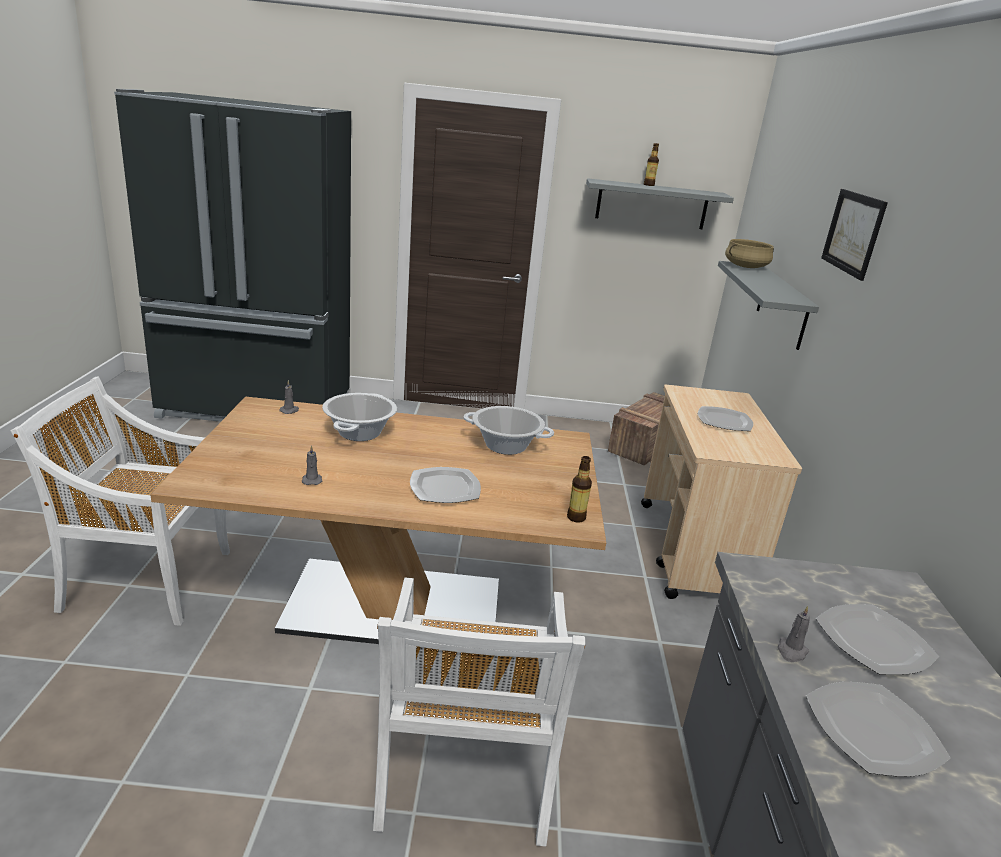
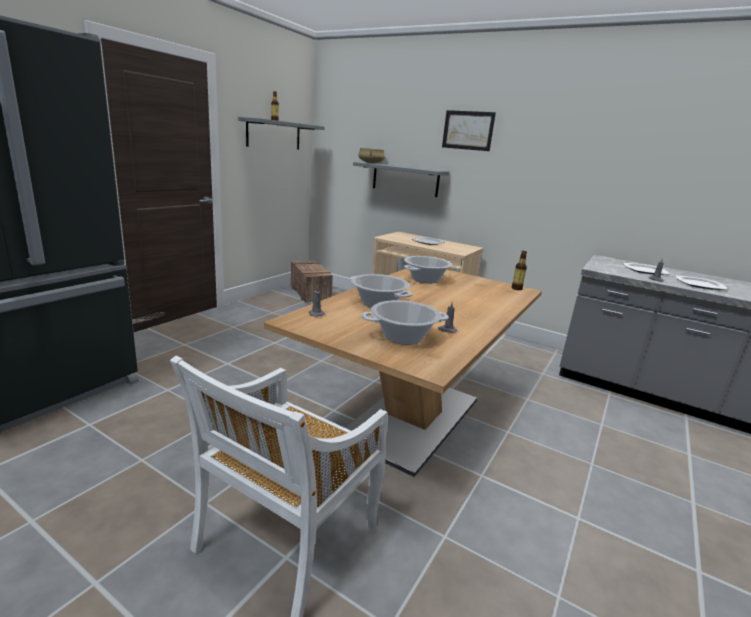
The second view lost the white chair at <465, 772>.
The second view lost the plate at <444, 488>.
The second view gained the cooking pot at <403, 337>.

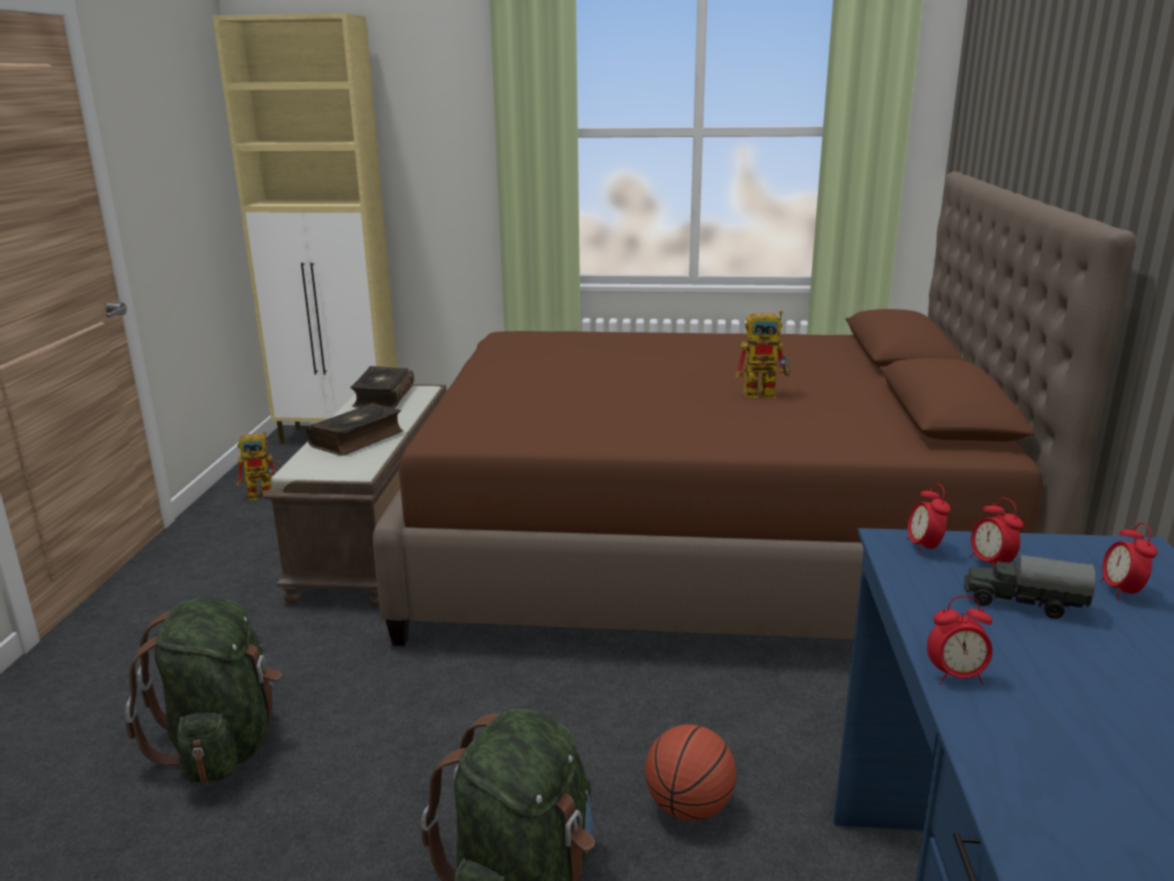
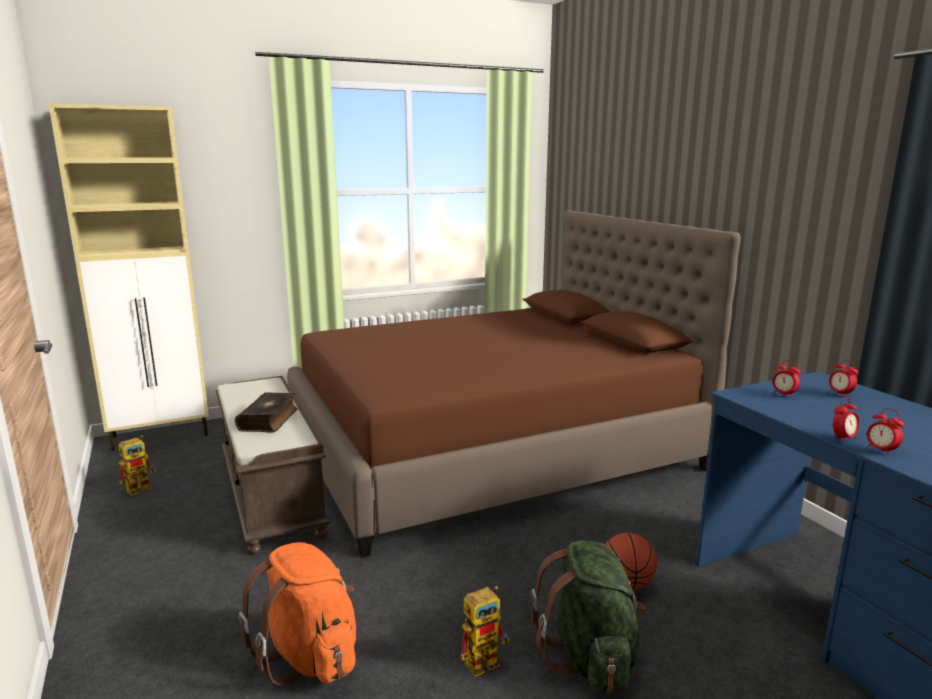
The second view lost the book at <382, 397>.
The second view lost the toy truck at <1022, 603>.
The toy robot ended up elsewhere, having gone from <766, 393> to <486, 659>.
The alarm clock ended up elsewhere, having gone from <923, 547> to <880, 451>.
What was the green backpack at <223, 744> turned into the orange backpack at <310, 656>.

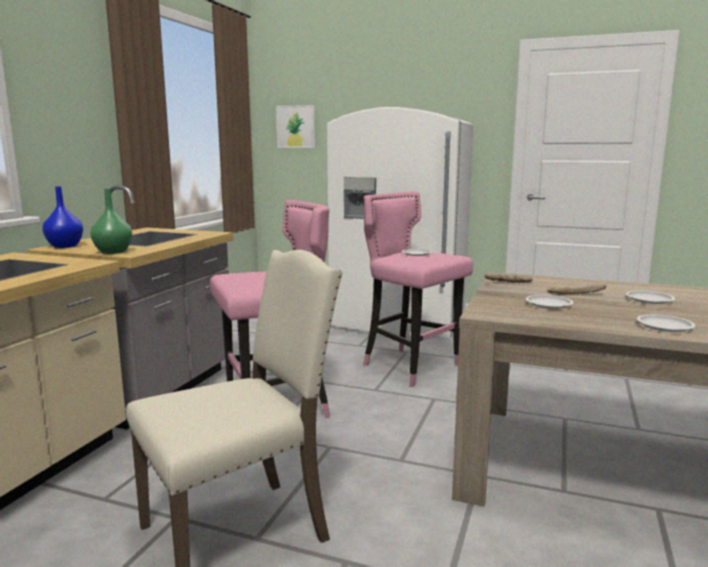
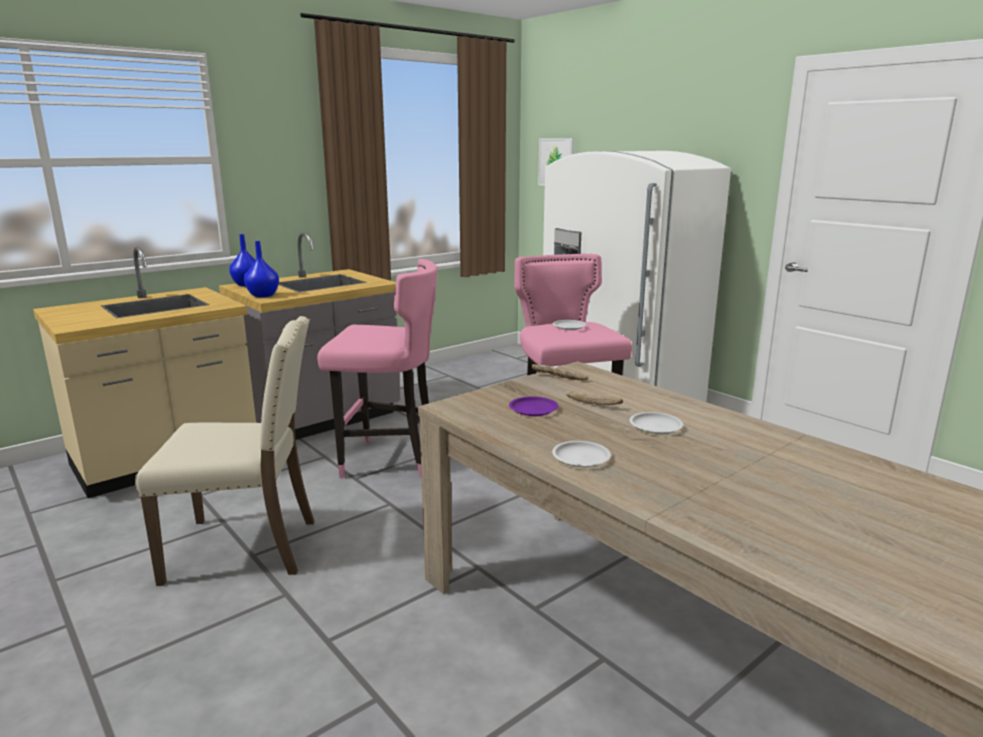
What was the green vase at <114, 252> turned into the blue vase at <264, 295>.
What was the white plate at <548, 304> turned into the purple plate at <533, 409>.

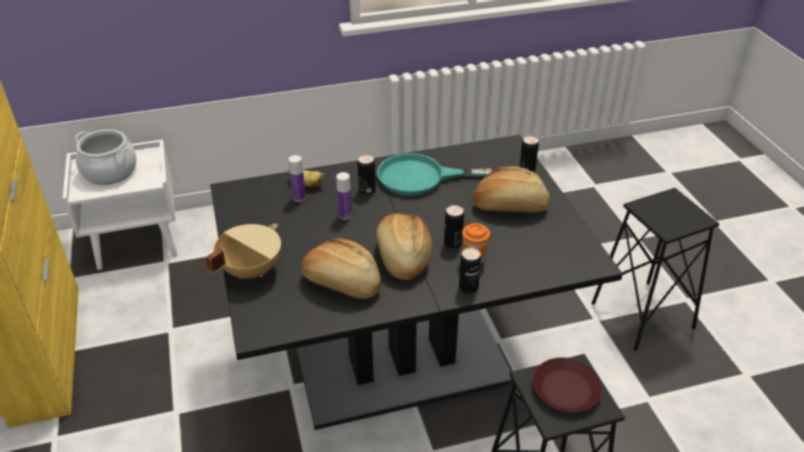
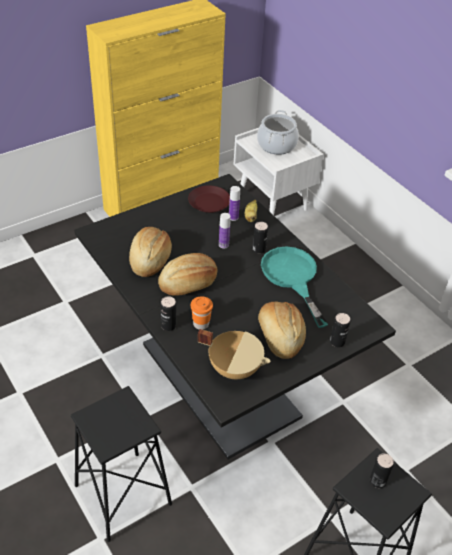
The beige cooking pot ended up elsewhere, having gone from <250, 270> to <234, 368>.
The can ended up elsewhere, having gone from <453, 243> to <377, 481>.
The brown plate ended up elsewhere, having gone from <565, 390> to <208, 203>.

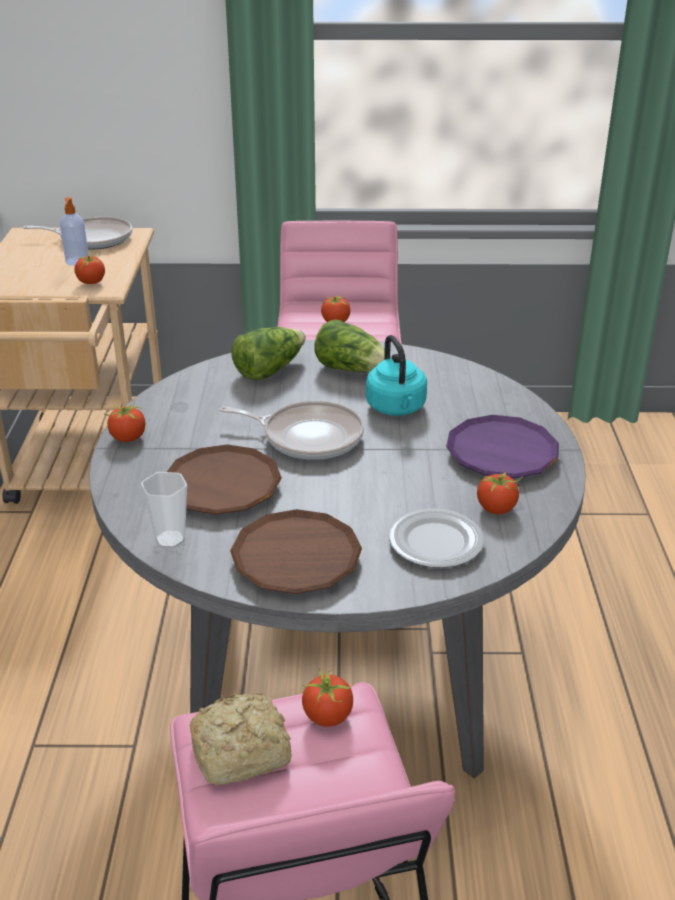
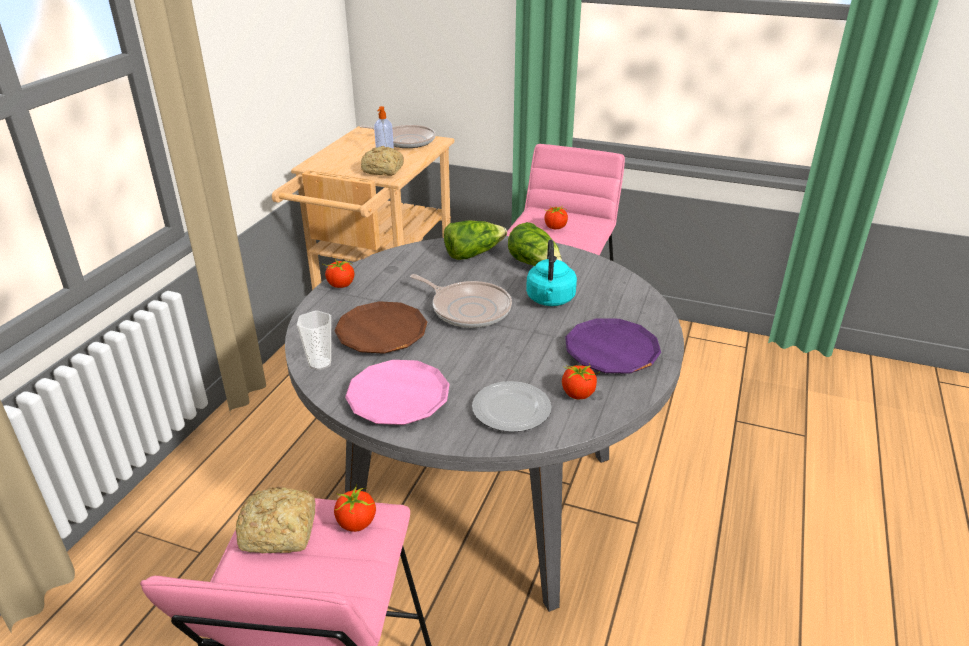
Where the tomato stood at <91, 282>, the bread came to stand at <384, 170>.
What was the brown plate at <296, 559> turned into the pink plate at <398, 398>.

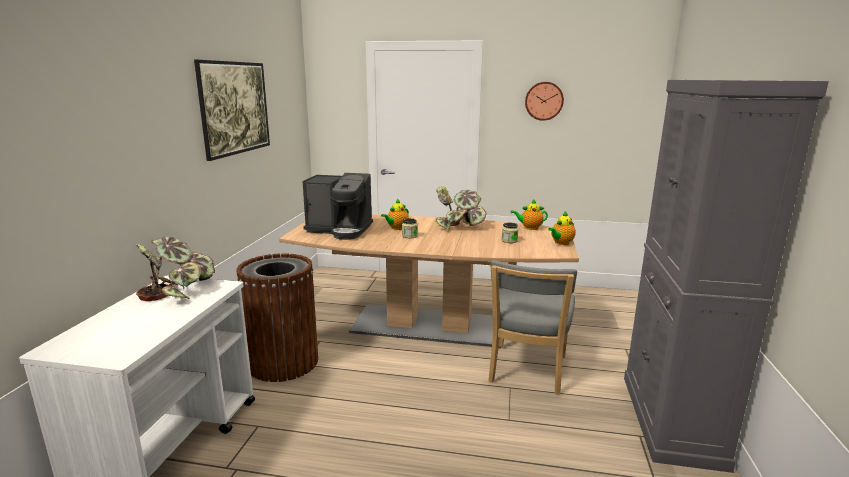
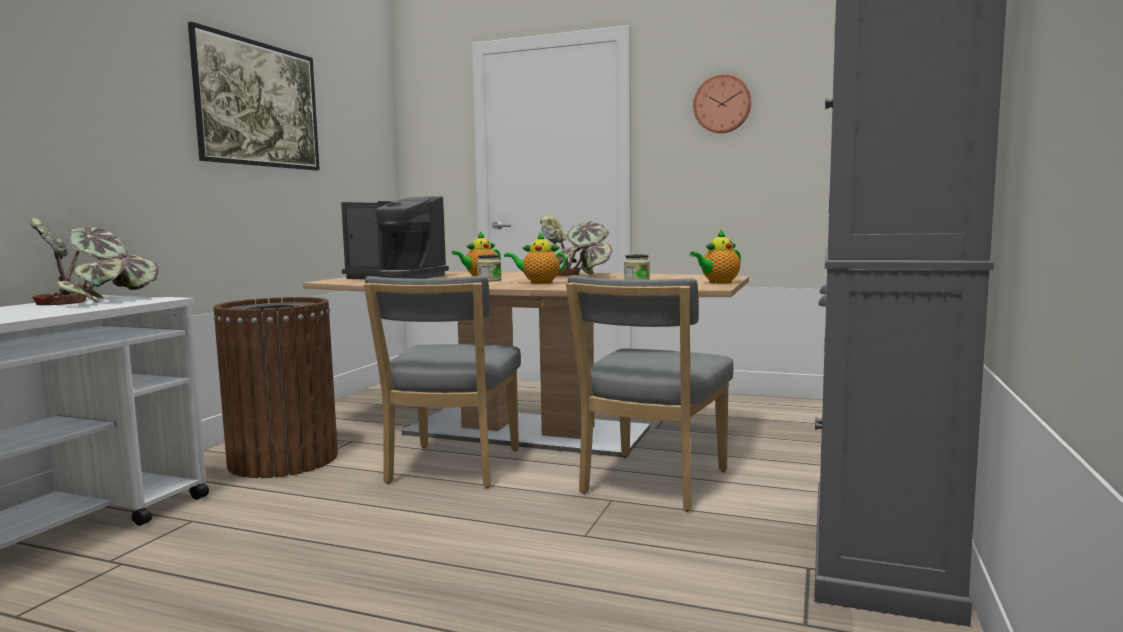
The second view gained the grey chair at <451, 468>.
The teapot ended up elsewhere, having gone from <529, 228> to <538, 283>.

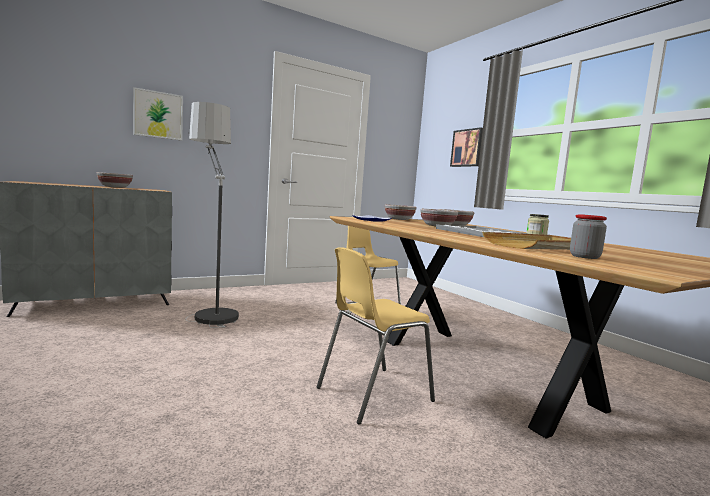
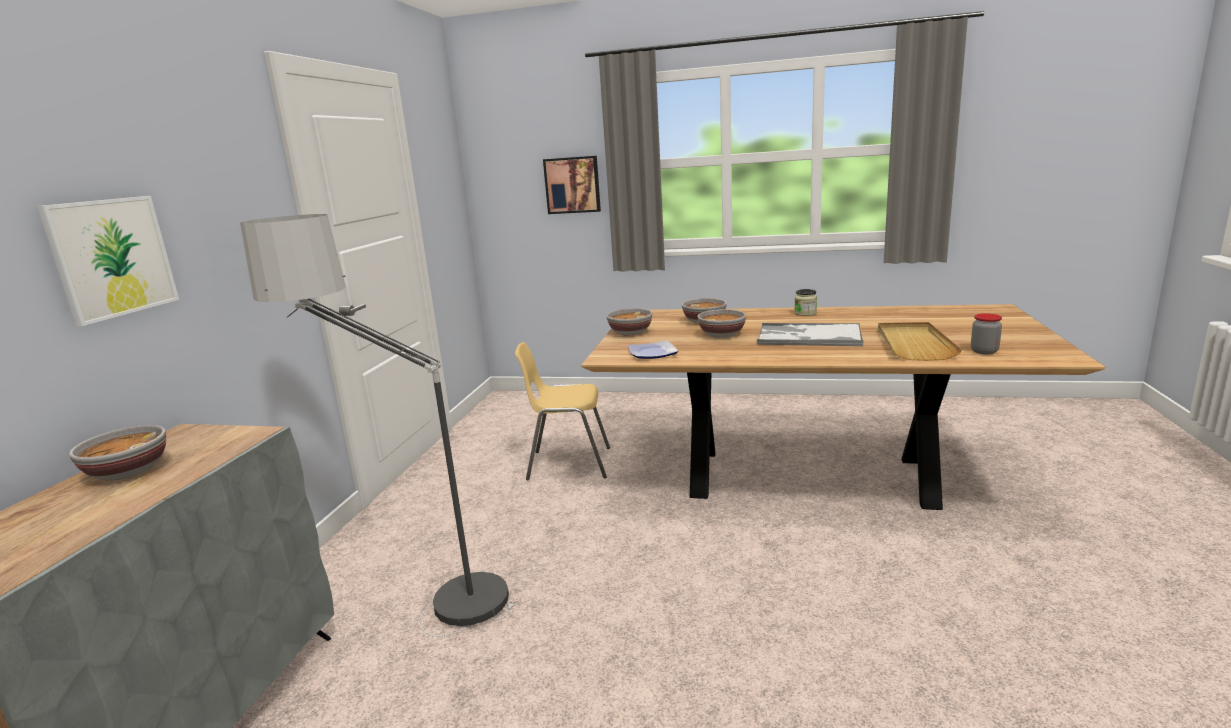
The second view lost the yellow chair at <372, 394>.

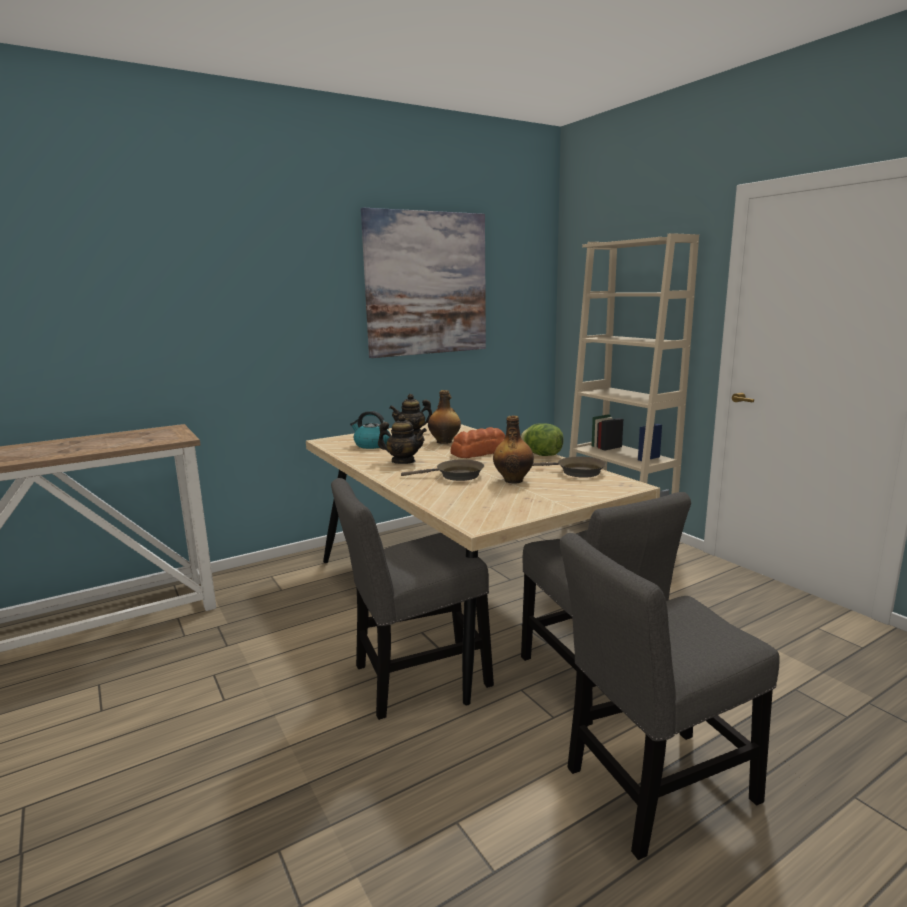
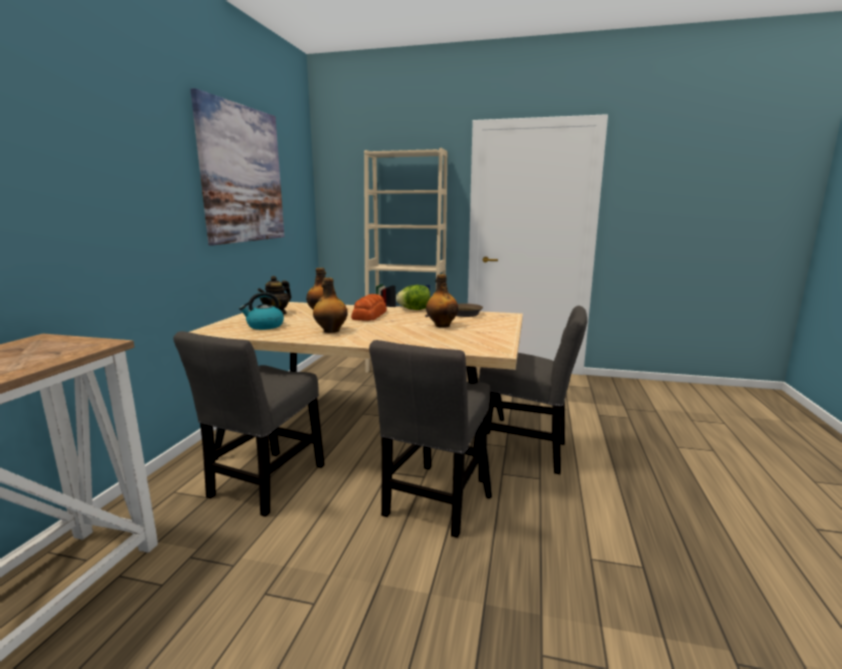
The second view lost the brown frying pan at <455, 476>.
The grey chair ended up elsewhere, having gone from <654, 789> to <265, 484>.
Where the teapot stood at <403, 461>, the bottle came to stand at <331, 331>.

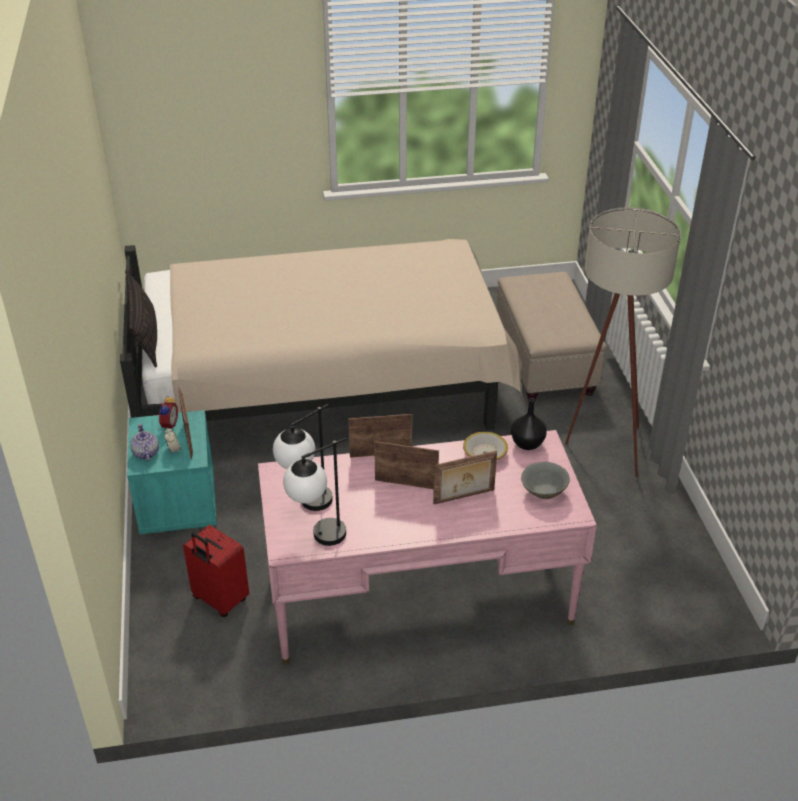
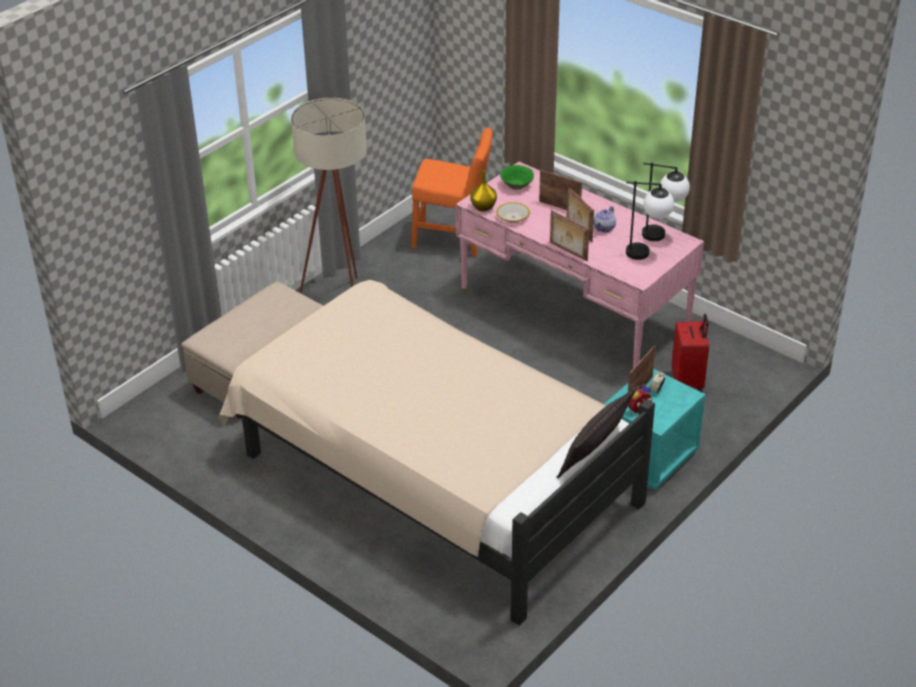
The second view gained the orange chair at <453, 239>.
The teapot ended up elsewhere, having gone from <145, 453> to <604, 228>.
What was the black vase at <527, 443> turned into the yellow vase at <483, 207>.
What was the grey bowl at <543, 491> turned into the green bowl at <516, 185>.

